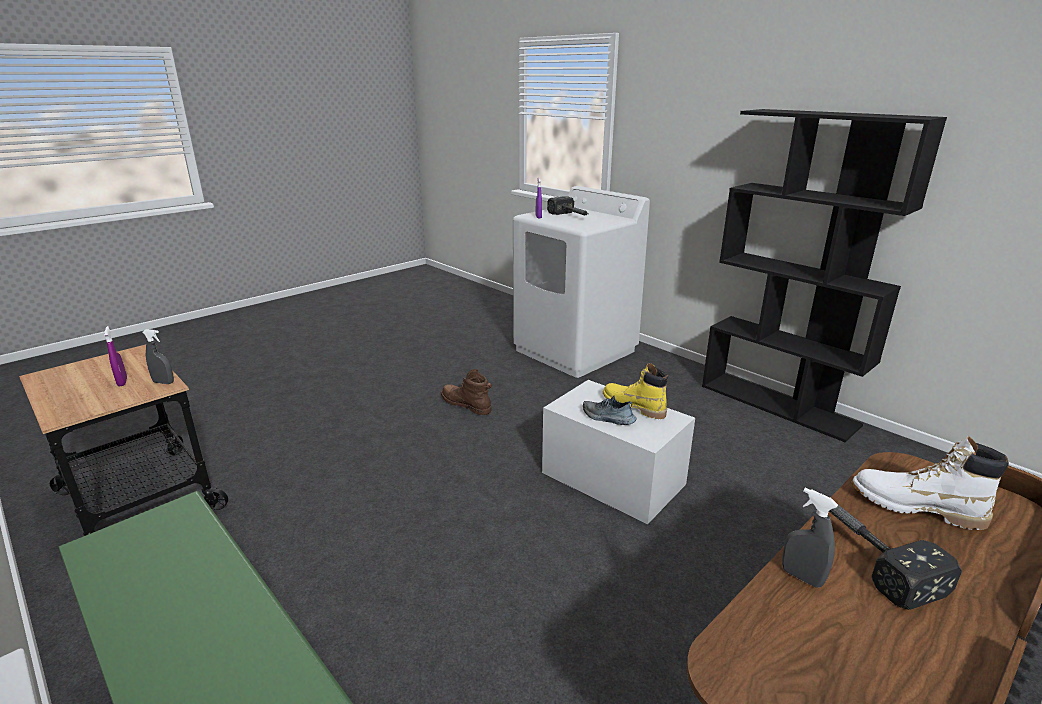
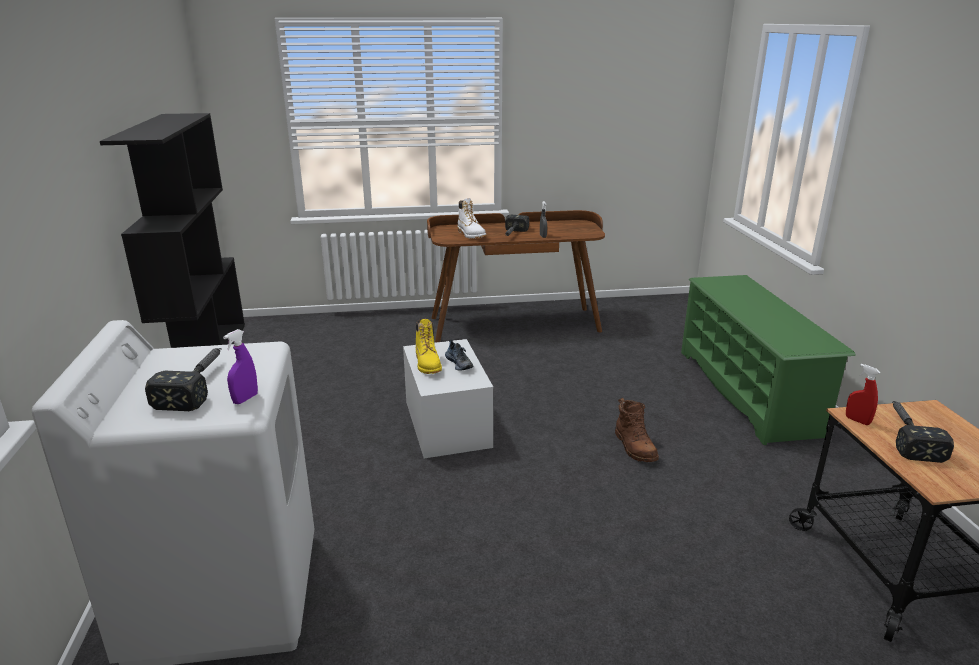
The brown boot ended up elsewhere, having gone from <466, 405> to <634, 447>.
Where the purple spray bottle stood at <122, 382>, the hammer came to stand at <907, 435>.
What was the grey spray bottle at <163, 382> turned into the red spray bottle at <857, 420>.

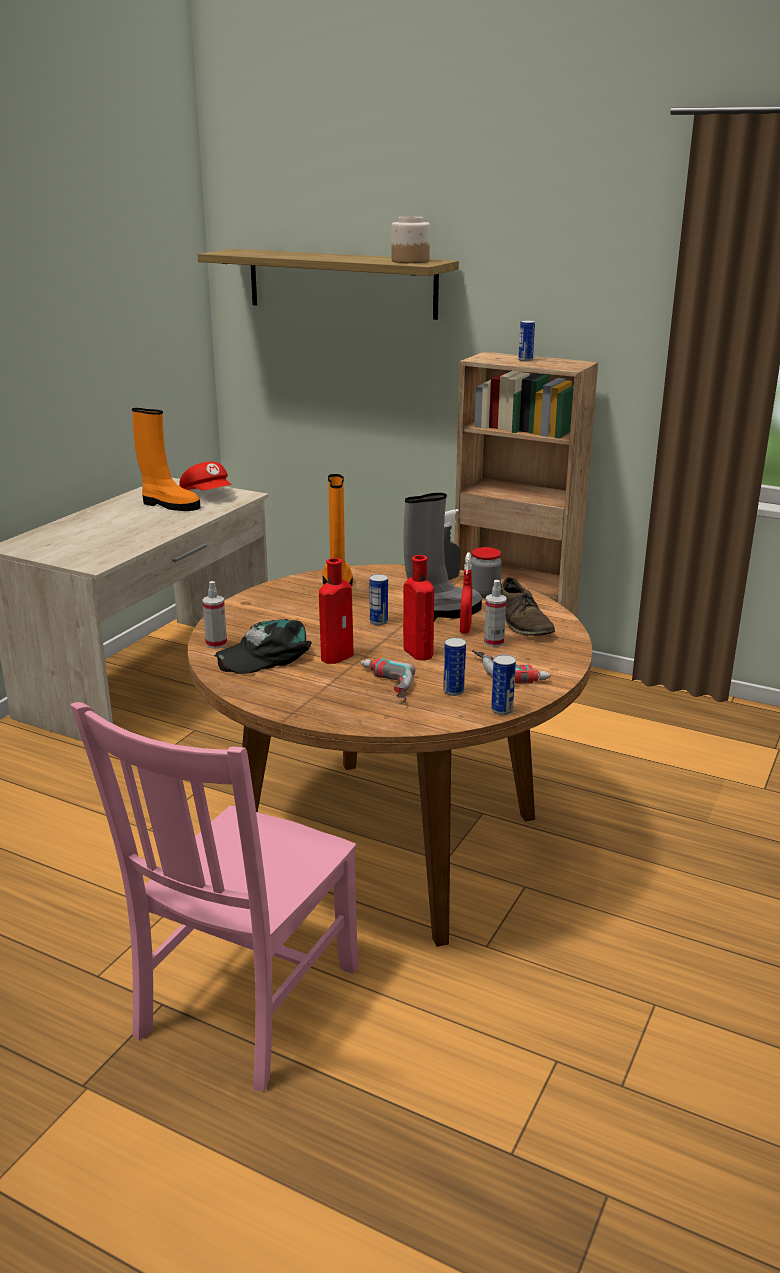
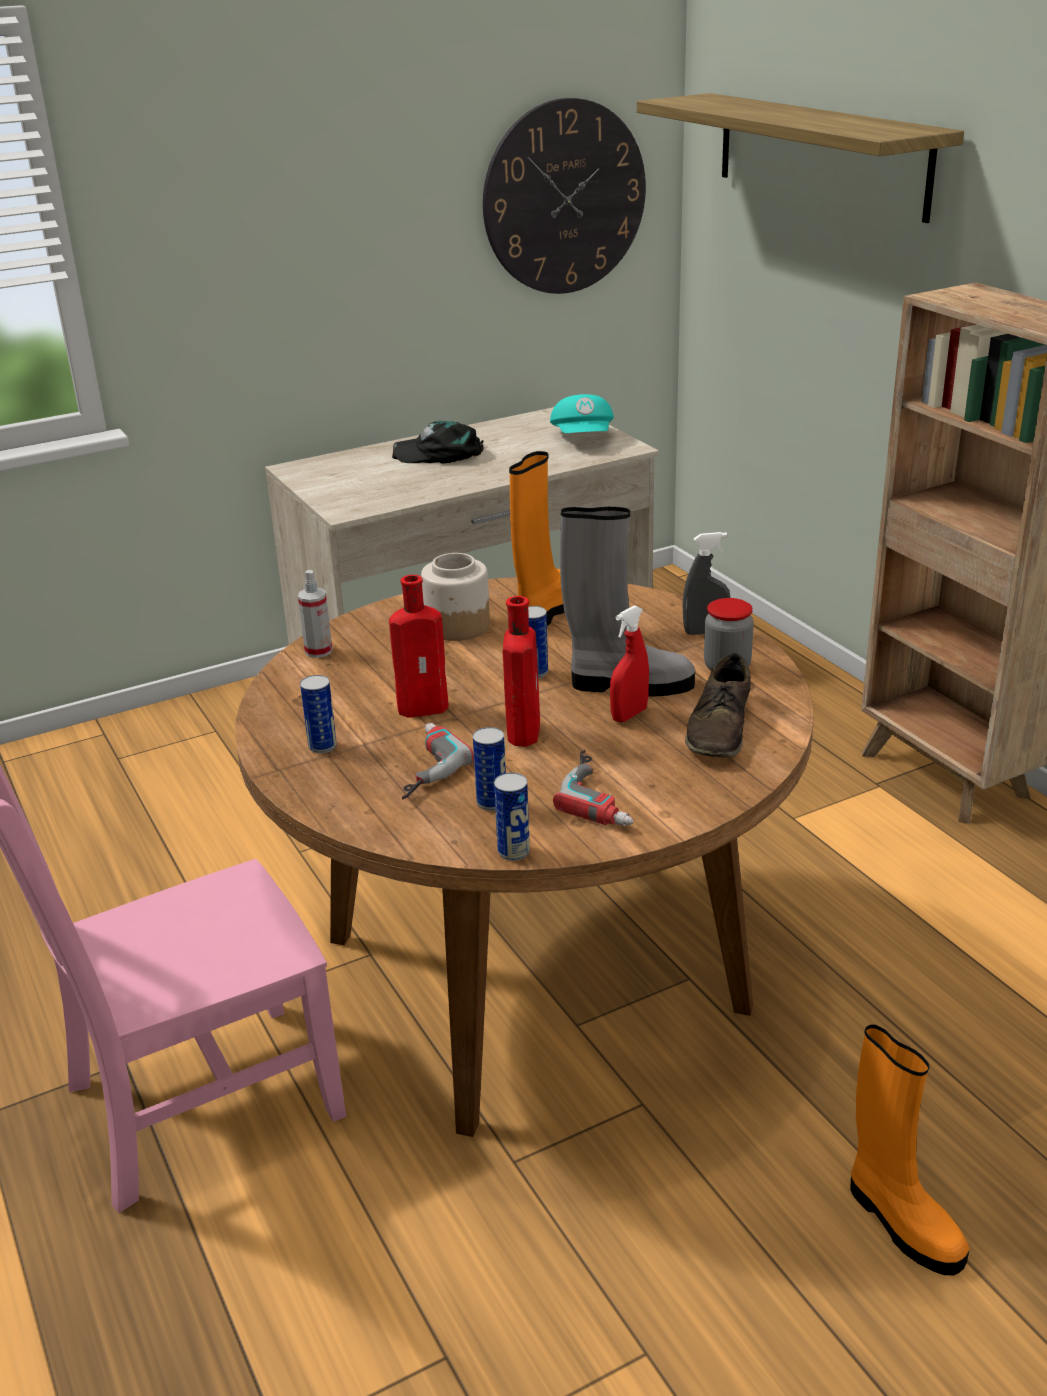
The second view lost the spray bottle at <494, 642>.
The second view gained the wall clock at <564, 198>.
The orange boot ended up elsewhere, having gone from <169, 505> to <901, 1221>.
The black cap ended up elsewhere, having gone from <265, 656> to <439, 454>.
The jar ended up elsewhere, having gone from <409, 261> to <456, 626>.
The can ended up elsewhere, having gone from <525, 360> to <322, 746>.
What was the red cap at <207, 494> turned into the turquoise cap at <583, 438>.

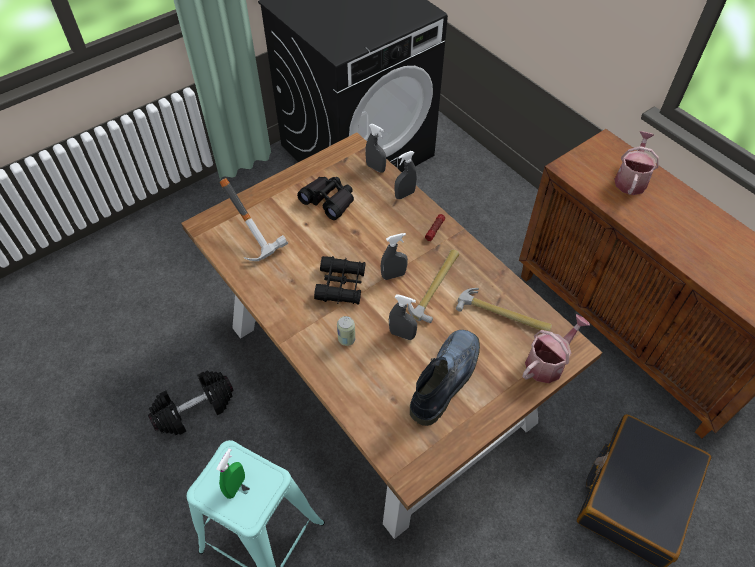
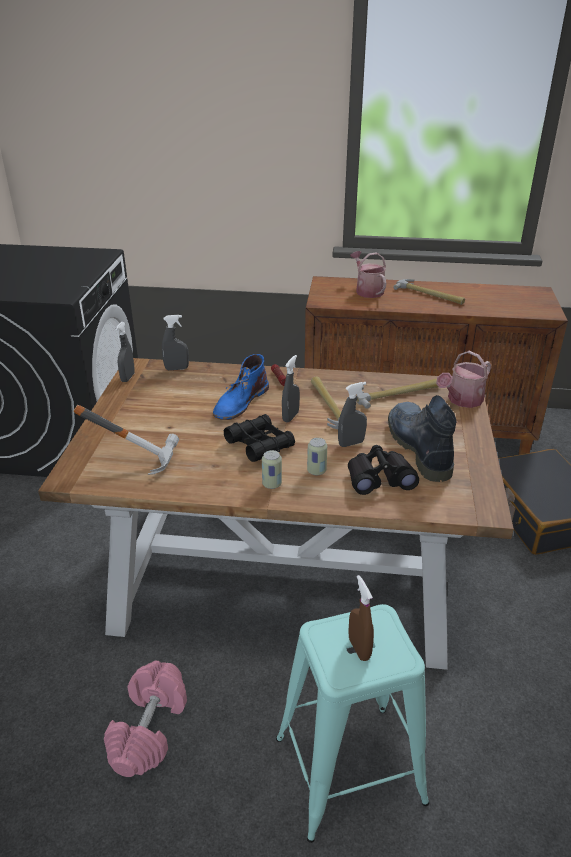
The second view gained the blue boot at <240, 402>.
The second view gained the can at <272, 484>.
The second view gained the hammer at <429, 295>.
The black binoculars ended up elsewhere, having gone from <329, 201> to <379, 478>.
The grey spray bottle ended up elsewhere, having gone from <404, 194> to <128, 377>.
What was the black dumbbell at <195, 410> turned into the pink dumbbell at <149, 729>.
What was the green spray bottle at <235, 486> turned into the brown spray bottle at <359, 648>.
The watering can at <548, 362> ended up facing another way, 135 degrees counterclockwise from before.

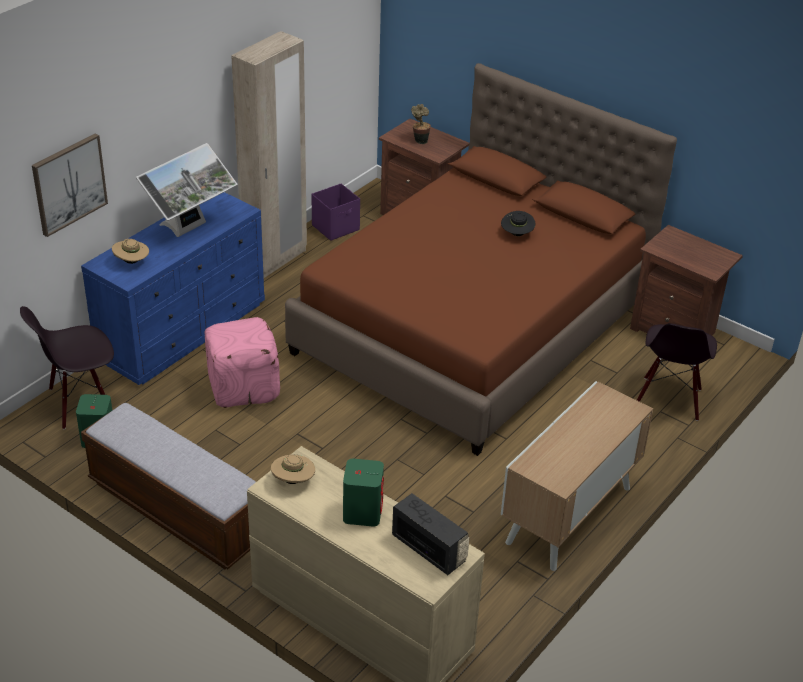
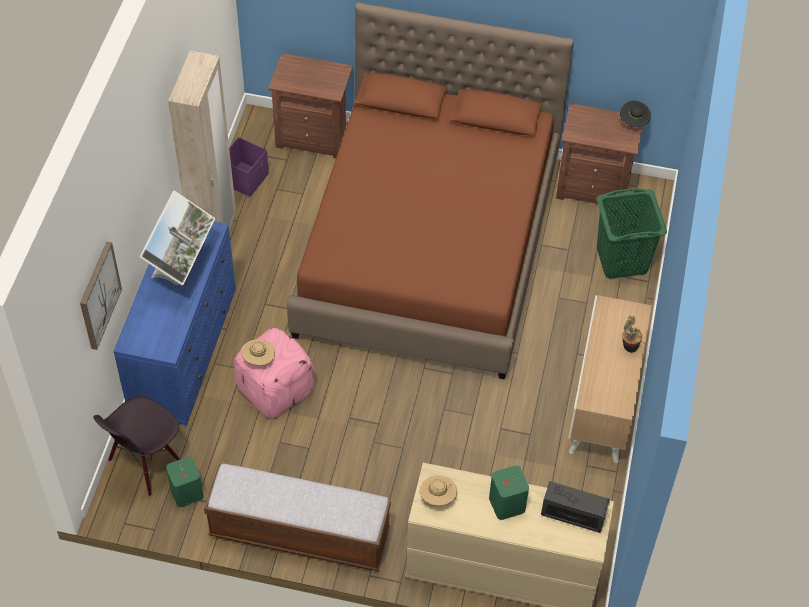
The beige hat ended up elsewhere, having gone from <132, 262> to <258, 359>.
The potted plant ended up elsewhere, having gone from <420, 140> to <628, 346>.
The black hat ended up elsewhere, having gone from <516, 234> to <633, 122>.
Where the black chair stood at <669, 398>, the green laundry basket came to stand at <621, 260>.

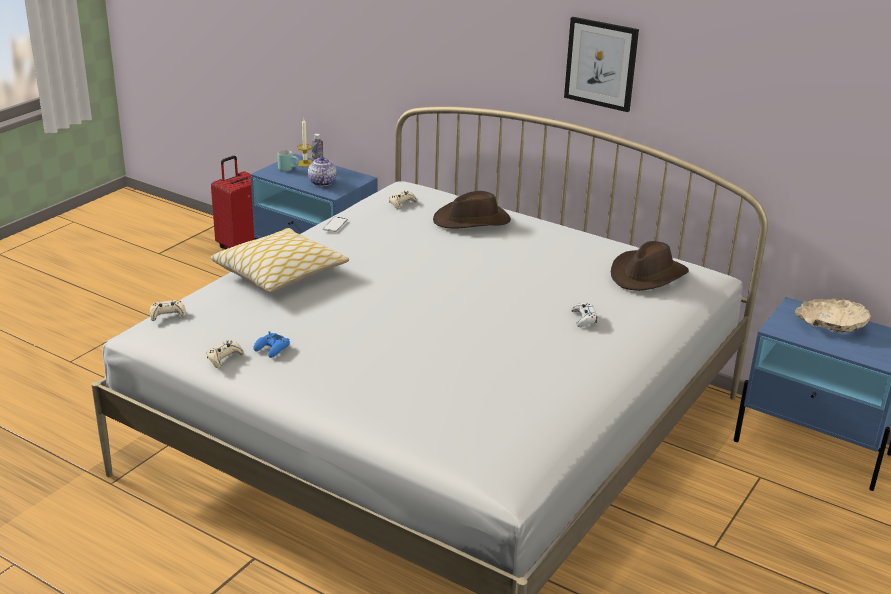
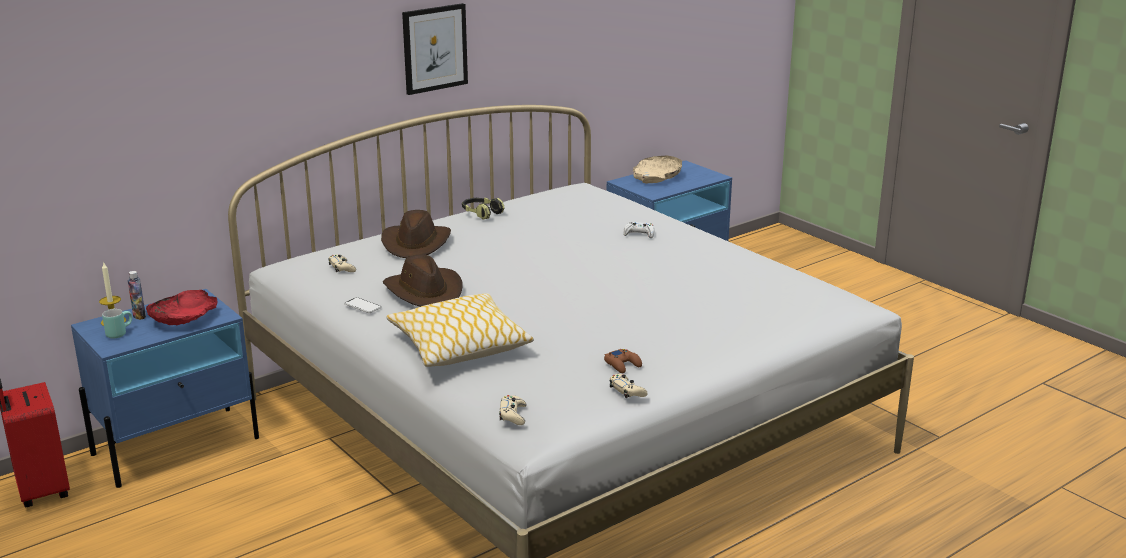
The second view gained the headphones at <481, 214>.
The brown hat ended up elsewhere, having gone from <648, 275> to <424, 291>.
Where the teapot stood at <322, 182>, the red bowl came to stand at <184, 318>.
What was the blue game controller at <272, 349> turned into the brown game controller at <623, 365>.

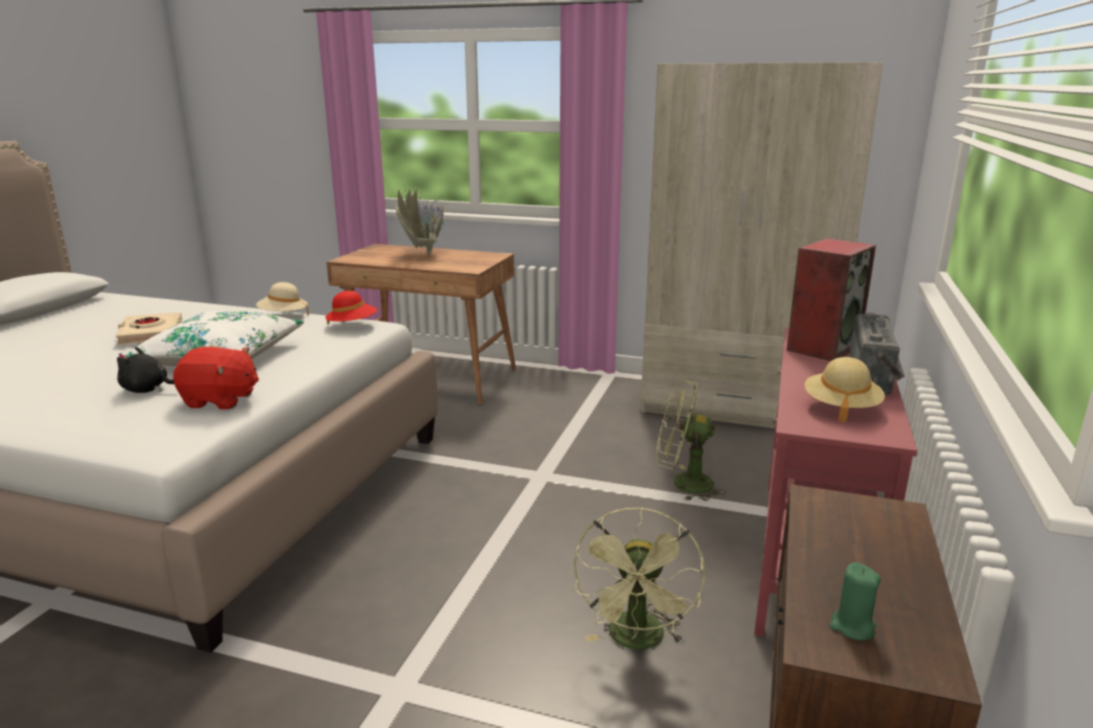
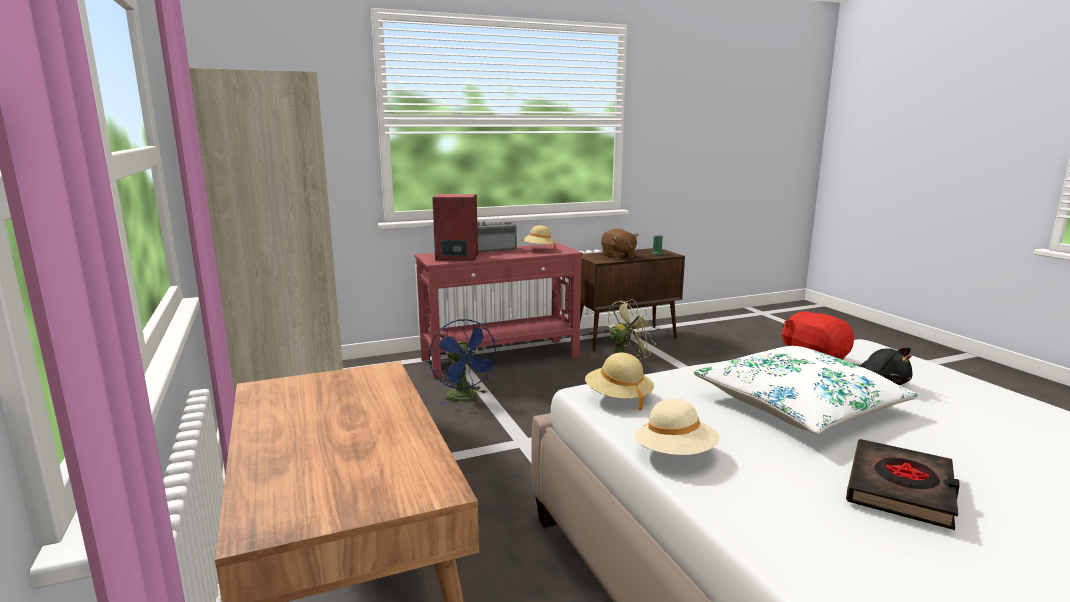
The second view lost the potted plant at <425, 253>.
The second view gained the brown plush toy at <618, 256>.
What was the beige book at <150, 334> turned into the black book at <901, 489>.
What was the red hat at <352, 326> turned into the beige hat at <618, 398>.
What was the green fan at <683, 483> turned into the blue fan at <465, 398>.

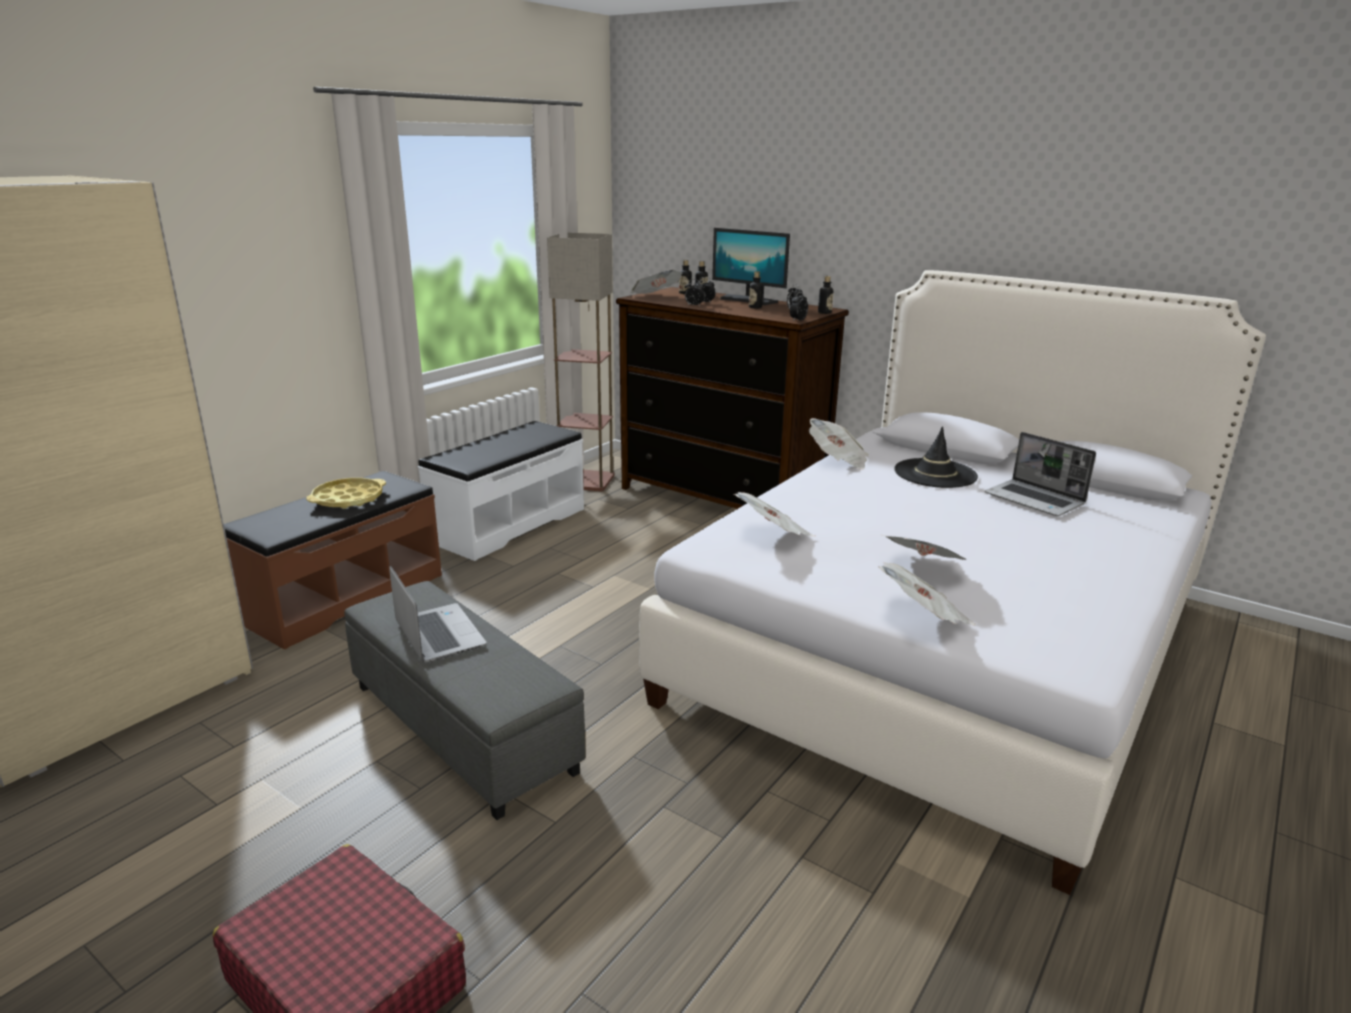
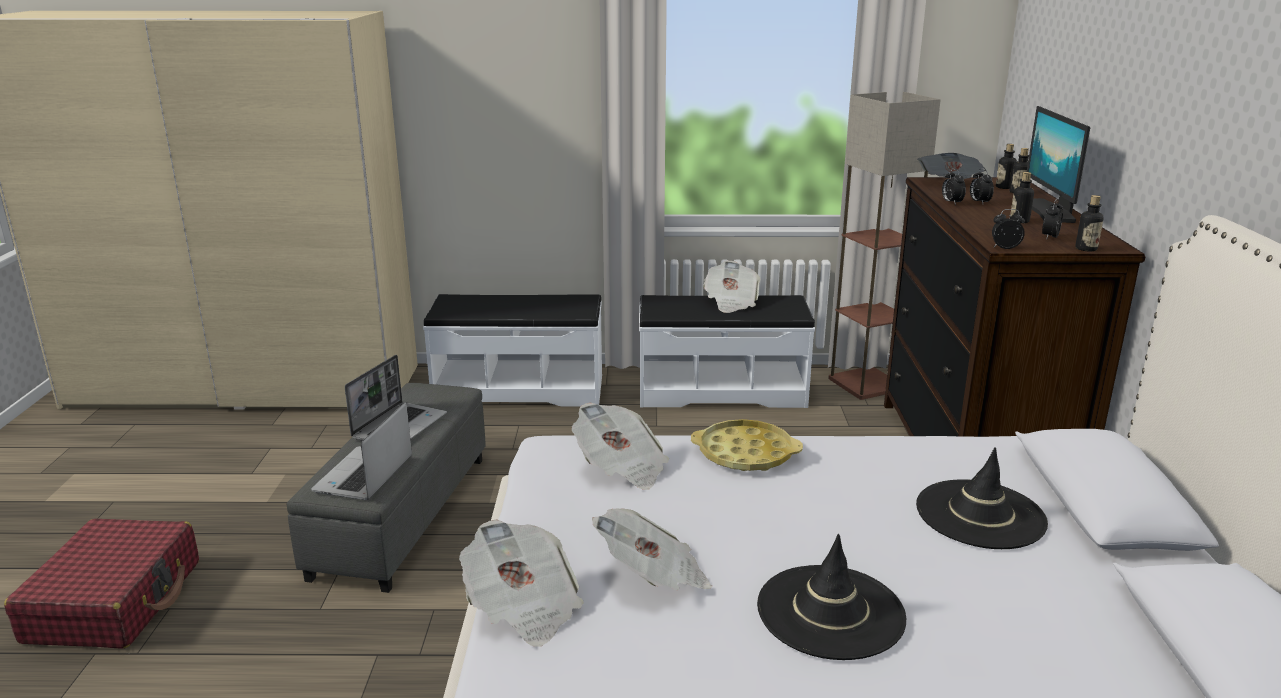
The second view gained the black hat at <830, 612>.
The yellow tray ended up elsewhere, having gone from <348, 499> to <745, 453>.
The newspaper ended up elsewhere, having gone from <838, 460> to <731, 302>.
The laptop ended up elsewhere, having gone from <1035, 500> to <364, 476>.
What was the brown bench at <343, 597> turned into the white bench at <519, 390>.

